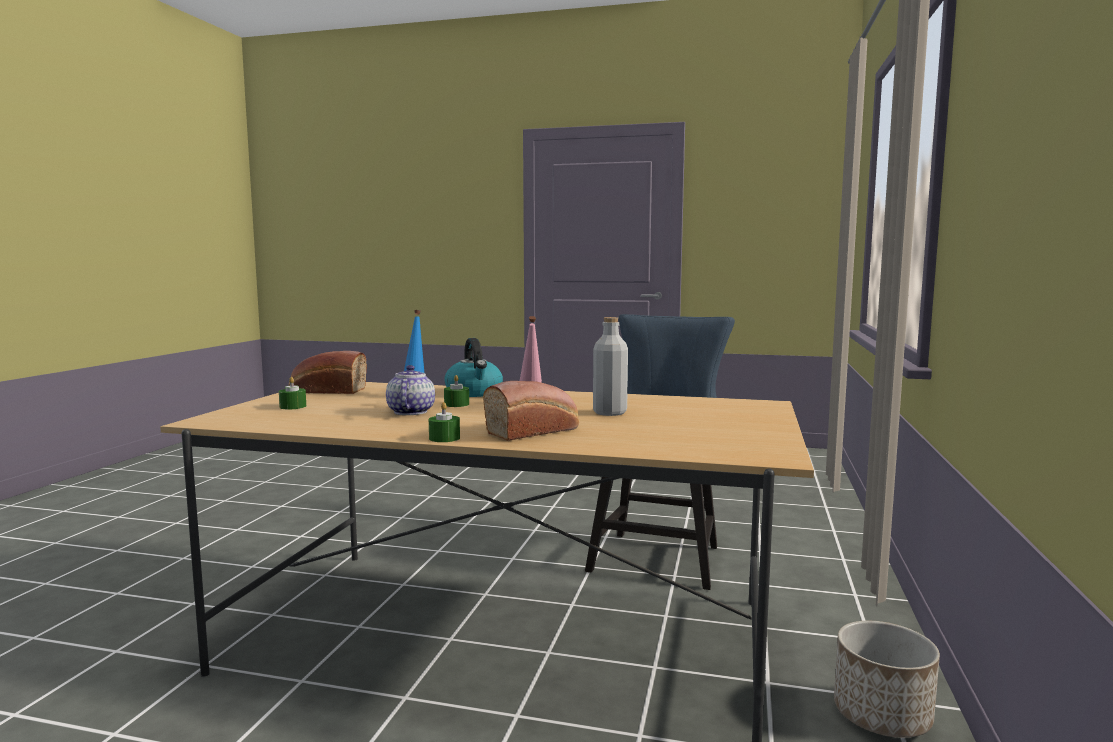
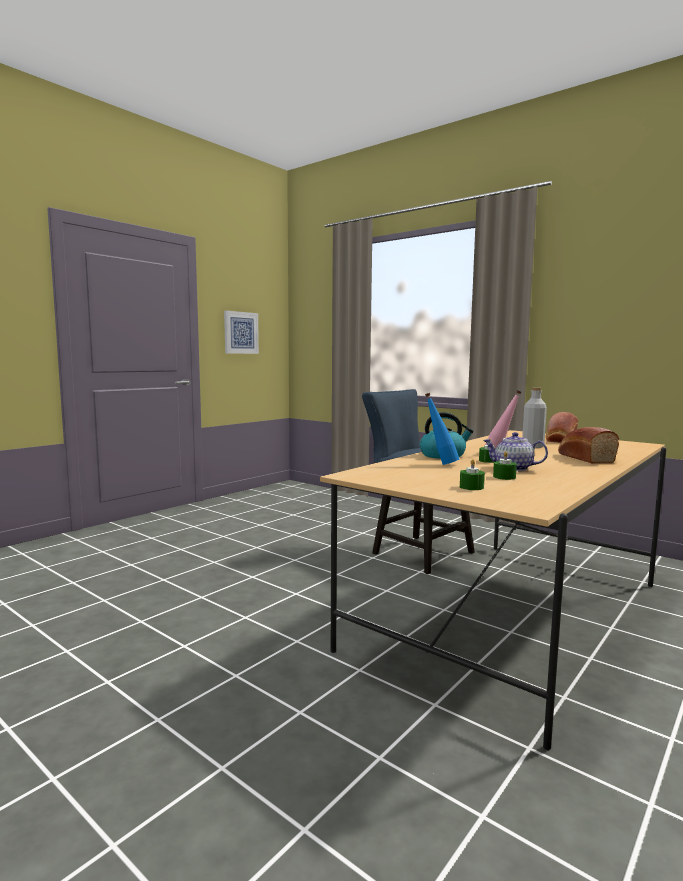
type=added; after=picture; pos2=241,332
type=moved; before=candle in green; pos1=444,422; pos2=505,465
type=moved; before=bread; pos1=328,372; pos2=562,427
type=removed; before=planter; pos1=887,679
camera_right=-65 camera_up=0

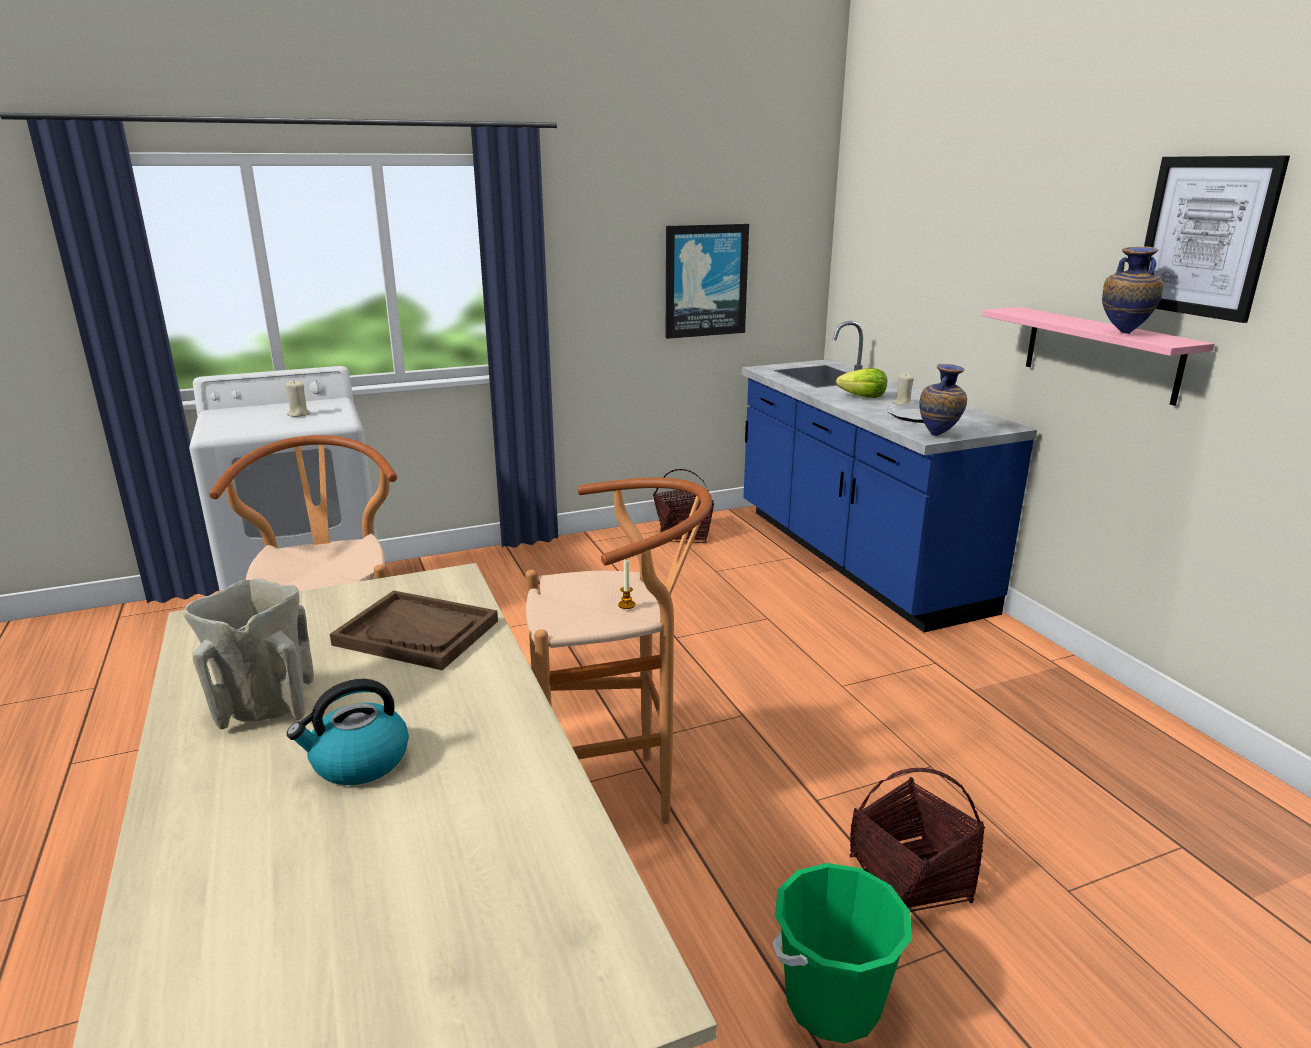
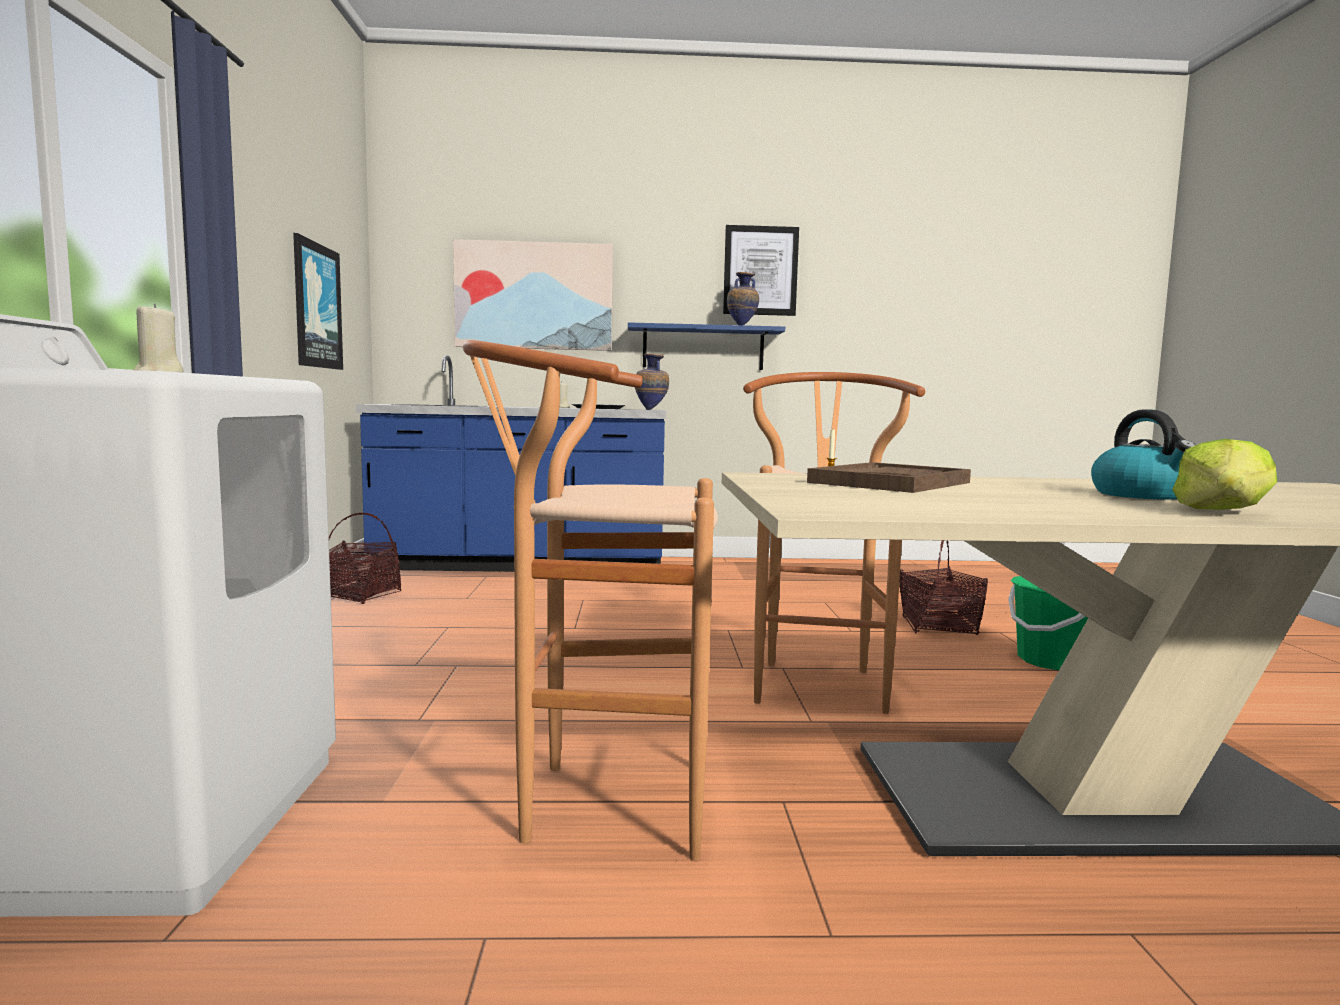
type=added; after=picture; pos2=533,295
type=recoloured; before=shelf in pink; after=shelf in blue; pos1=1098,356; pos2=706,346
type=moved; before=lettuce; pos1=861,383; pos2=1224,474
type=removed; before=vase in beige; pos1=248,654
camera_right=-70 camera_up=-15

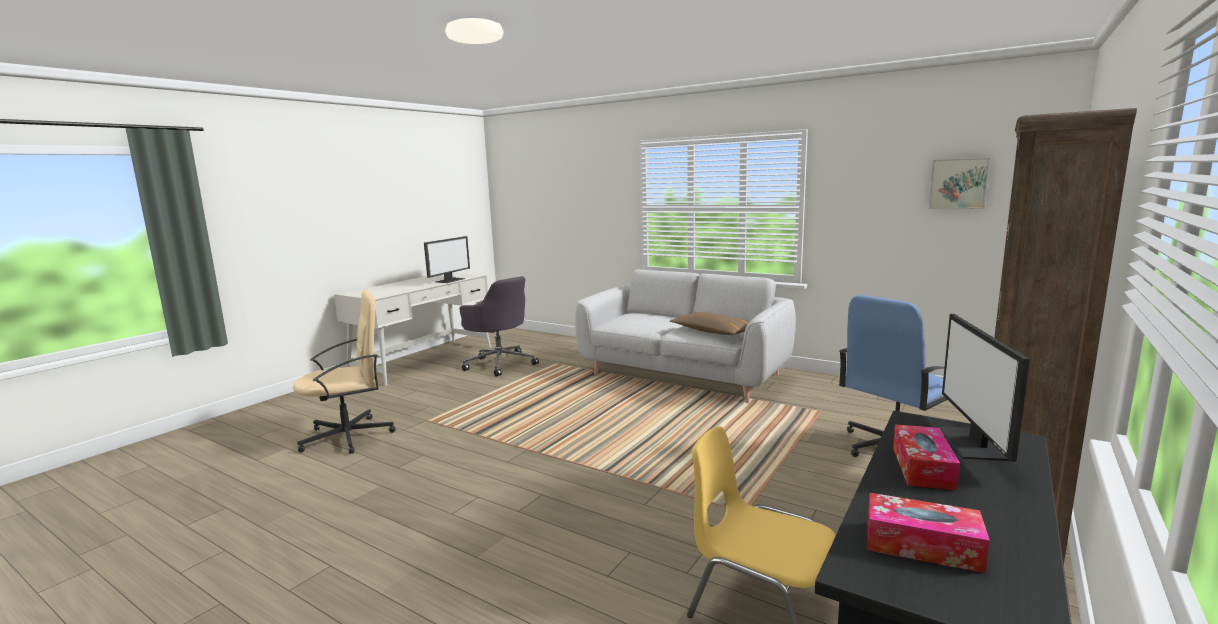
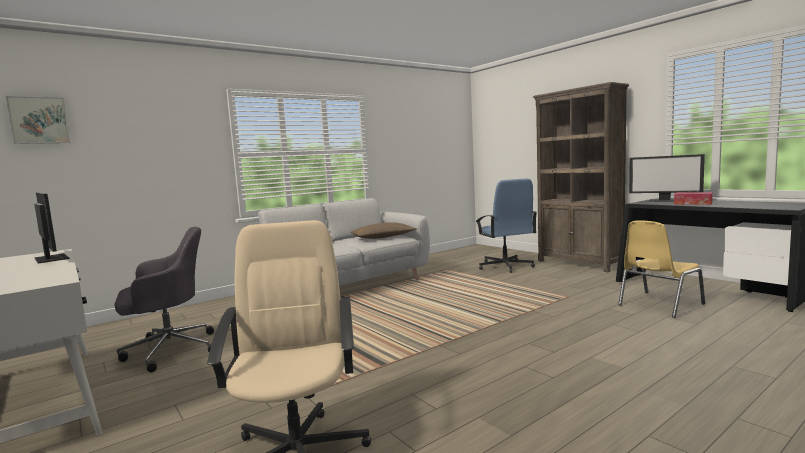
type=moved; before=picture; pos1=959,183; pos2=38,120
type=removed; before=tissue box; pos1=929,533
camera_right=-70 camera_up=-5

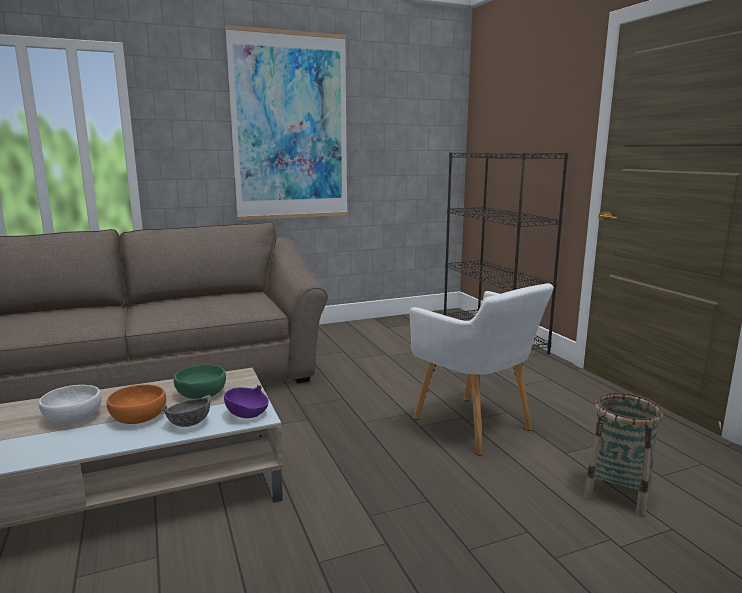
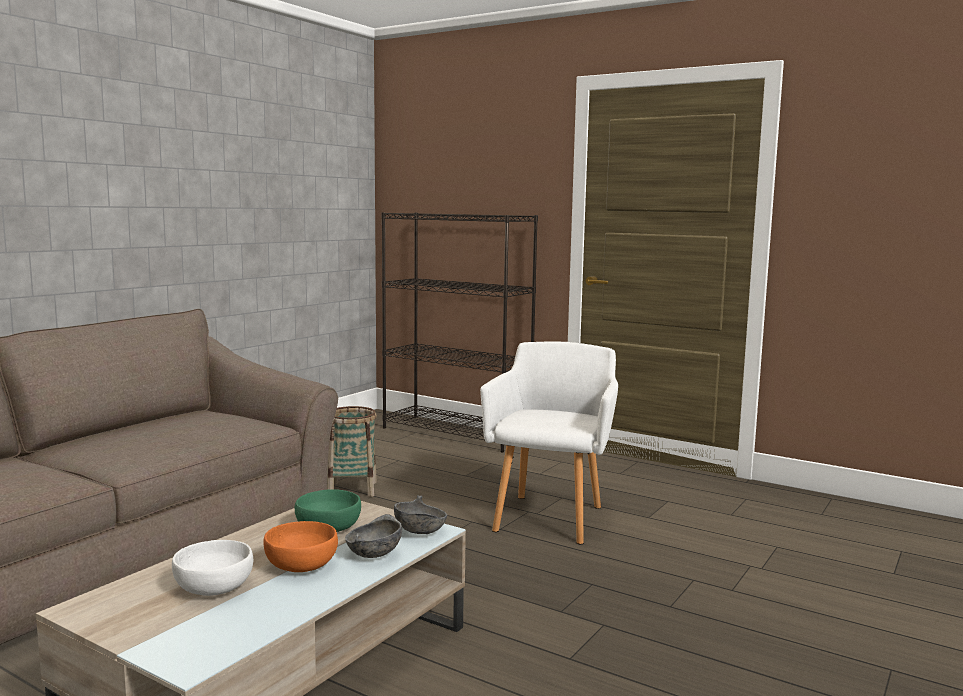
type=moved; before=basket; pos1=623,454; pos2=352,451
type=recoloured; before=bowl in purple; after=bowl in grey; pos1=246,401; pos2=420,514
type=turned; before=armchair in white; pos1=481,369; pos2=549,442; turn=-90
type=removed; before=picture; pos1=286,122
camera_right=-35 camera_up=-5

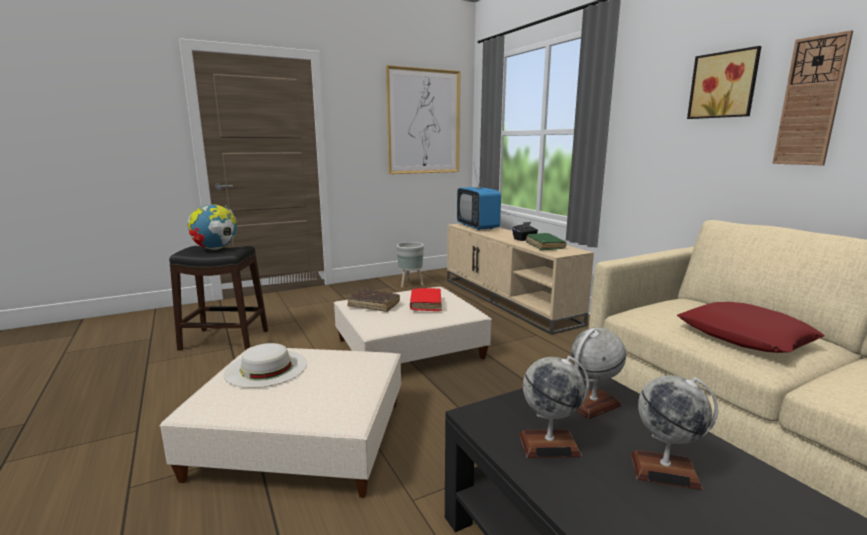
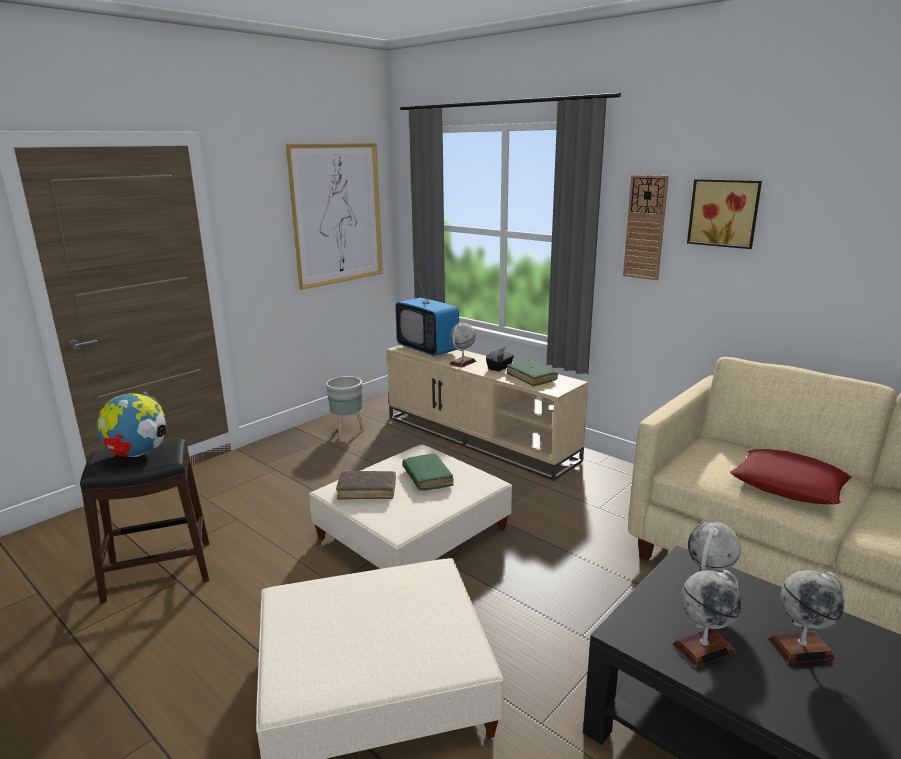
type=recoloured; before=book in red; after=book in green; pos1=426,299; pos2=428,471
type=added; after=globe; pos2=463,345
type=moved; before=wall clock; pos1=812,98; pos2=646,227
type=removed; before=hat in white; pos1=265,365
camera_right=-20 camera_up=5

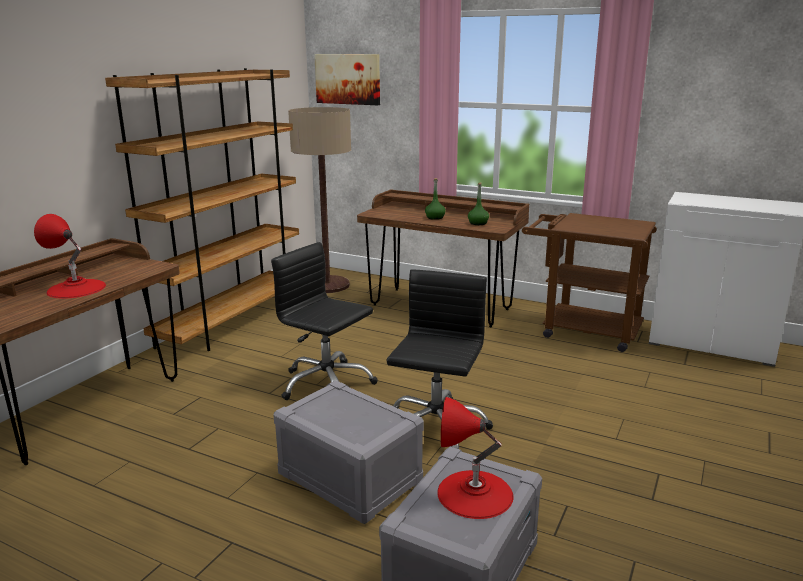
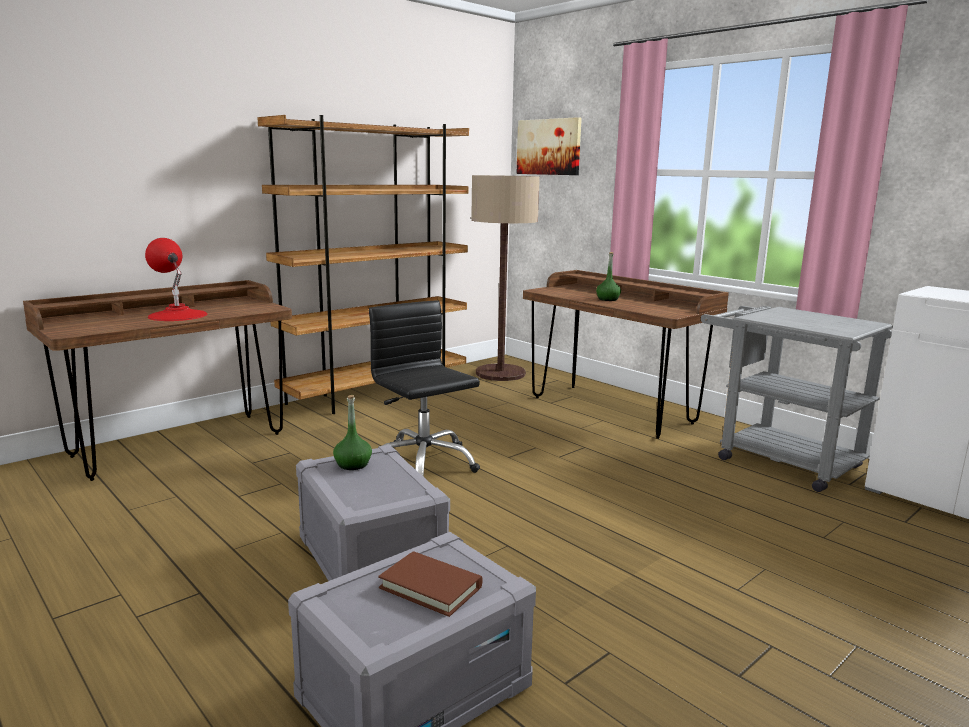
type=moved; before=bottle in green; pos1=478,204; pos2=352,432
type=replaced; before=table lamp in red; after=book in brown; pos1=475,458; pos2=430,584
type=recoloured; before=cart in brown; after=cart in grey; pos1=589,282; pos2=797,399
type=removed; before=office chair in black; pos1=440,359
camera_right=20 camera_up=-5

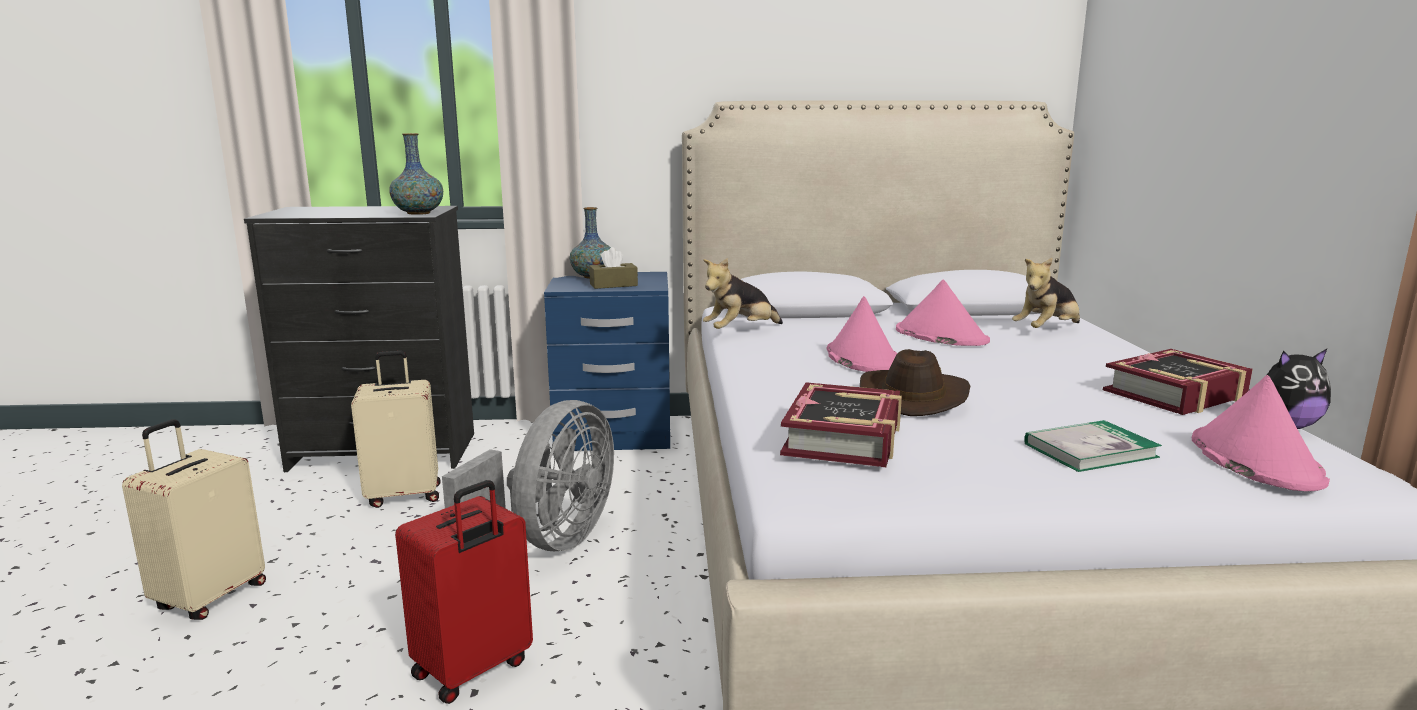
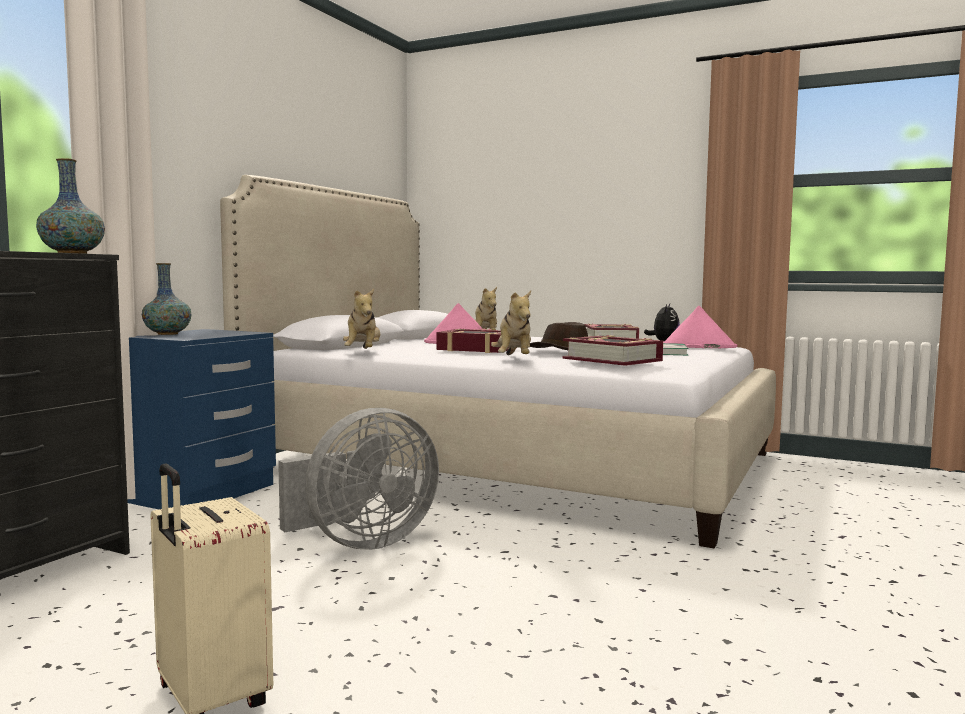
type=turned; before=fan in grey; pos1=528,475; pos2=358,479; turn=90
type=replaced; before=hat in pink; after=book; pos1=861,334; pos2=472,340
type=added; after=plush toy; pos2=511,323
type=removed; before=suitcase in beige; pos1=396,429
type=removed; before=suitcase in red; pos1=464,592
type=removed; before=tissue box in brown; pos1=613,268
camera_right=-60 camera_up=-10

